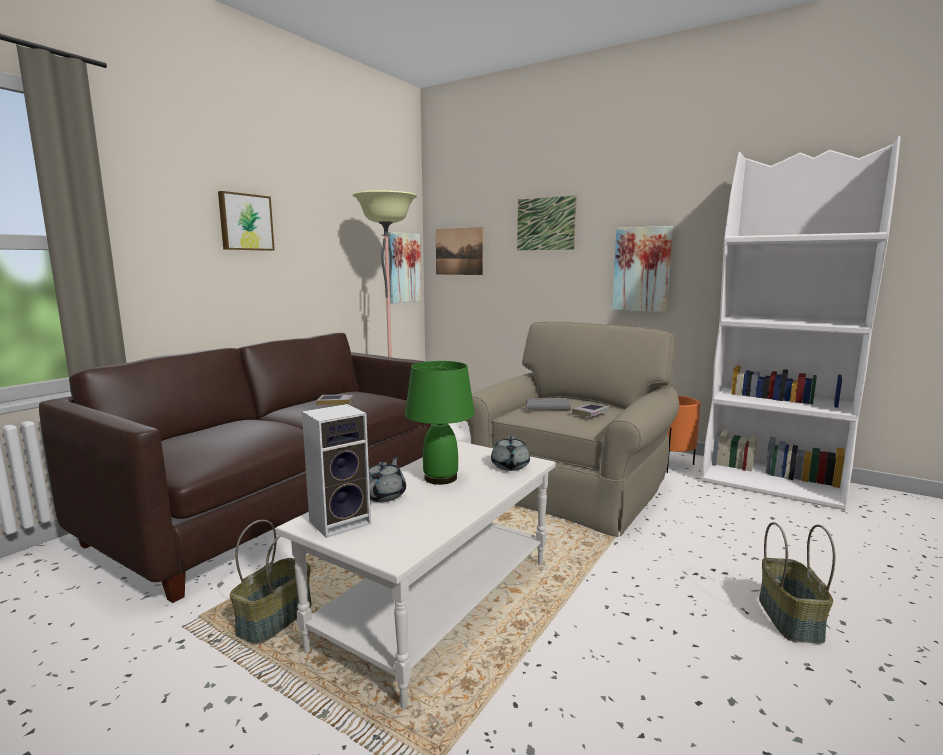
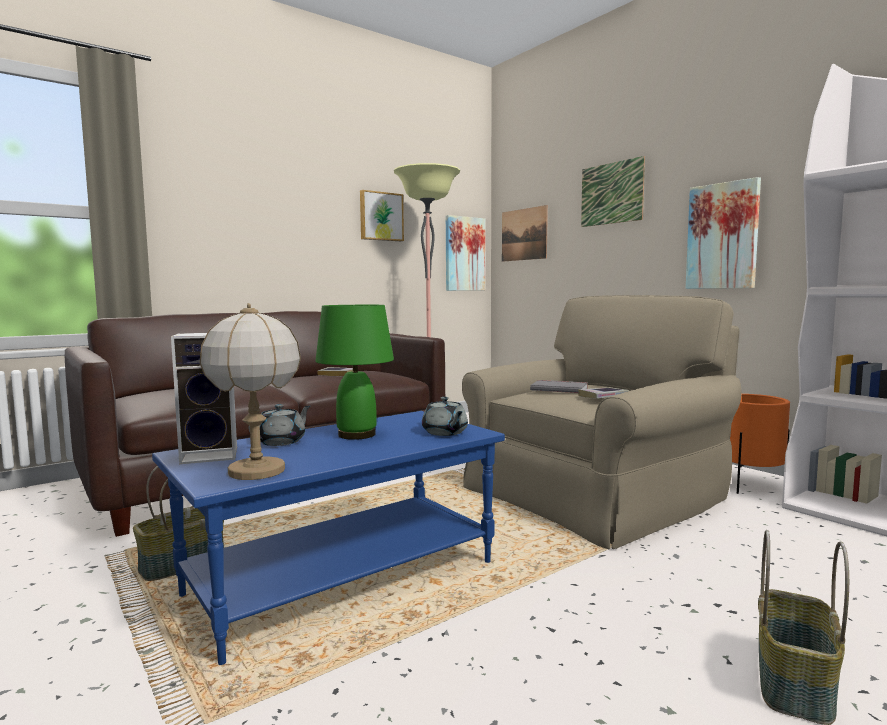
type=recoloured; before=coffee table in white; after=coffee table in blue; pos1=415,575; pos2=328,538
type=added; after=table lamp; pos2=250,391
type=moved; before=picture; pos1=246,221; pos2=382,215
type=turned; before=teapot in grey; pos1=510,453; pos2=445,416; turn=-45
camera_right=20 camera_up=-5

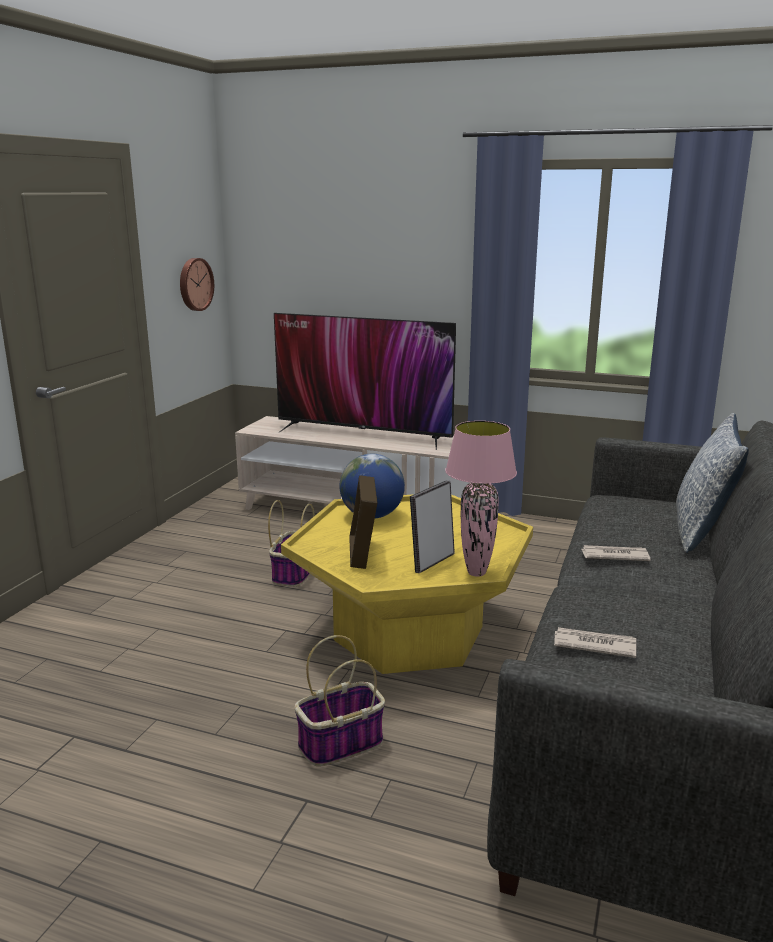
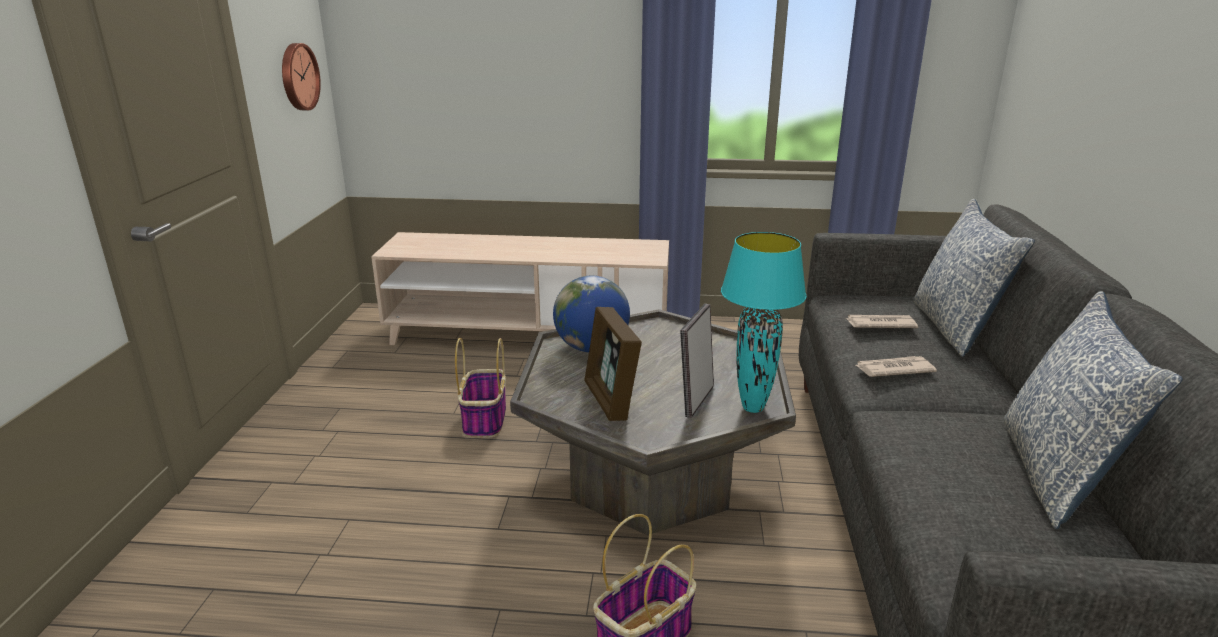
type=recoloured; before=coffee table in yellow; after=coffee table in grey; pos1=407,584; pos2=653,422
type=recoloured; before=table lamp in pink; after=table lamp in turquoise; pos1=481,499; pos2=764,322
type=moved; before=newspaper; pos1=595,642; pos2=882,321
type=added; after=pillow; pos2=1093,410
type=removed; before=television; pos1=365,381
camera_right=-15 camera_up=5

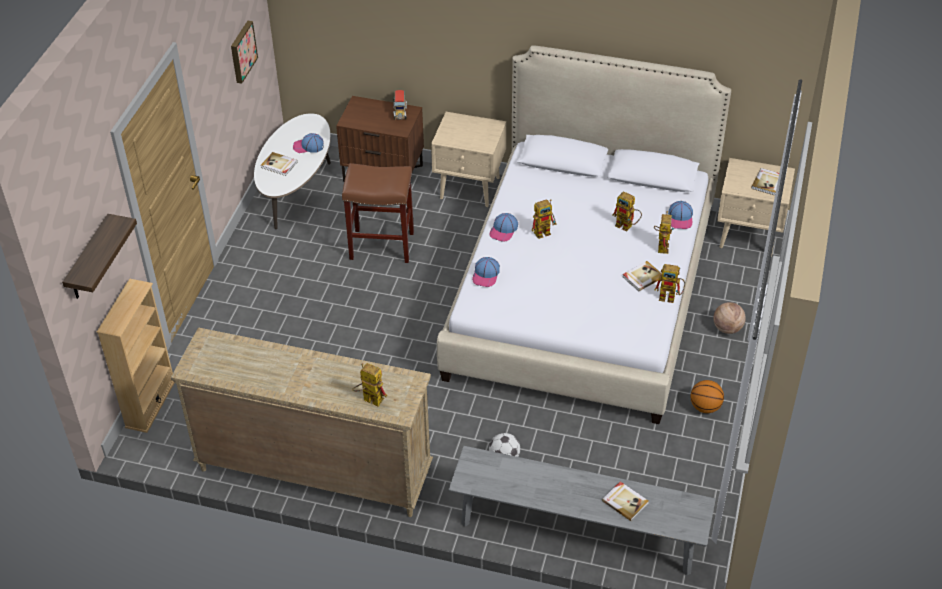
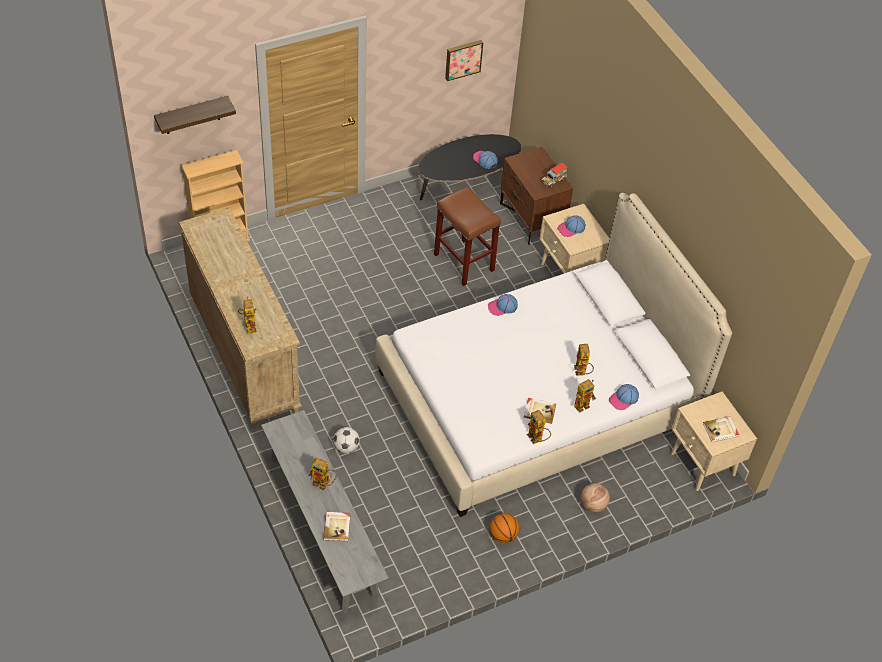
type=moved; before=toy robot; pos1=544,219; pos2=322,473
type=recoloured; before=coffee table in white; after=coffee table in black; pos1=292,171; pos2=469,167
type=moved; before=cap; pos1=486,272; pos2=571,226
type=removed; before=book; pos1=279,164
camera_right=45 camera_up=5

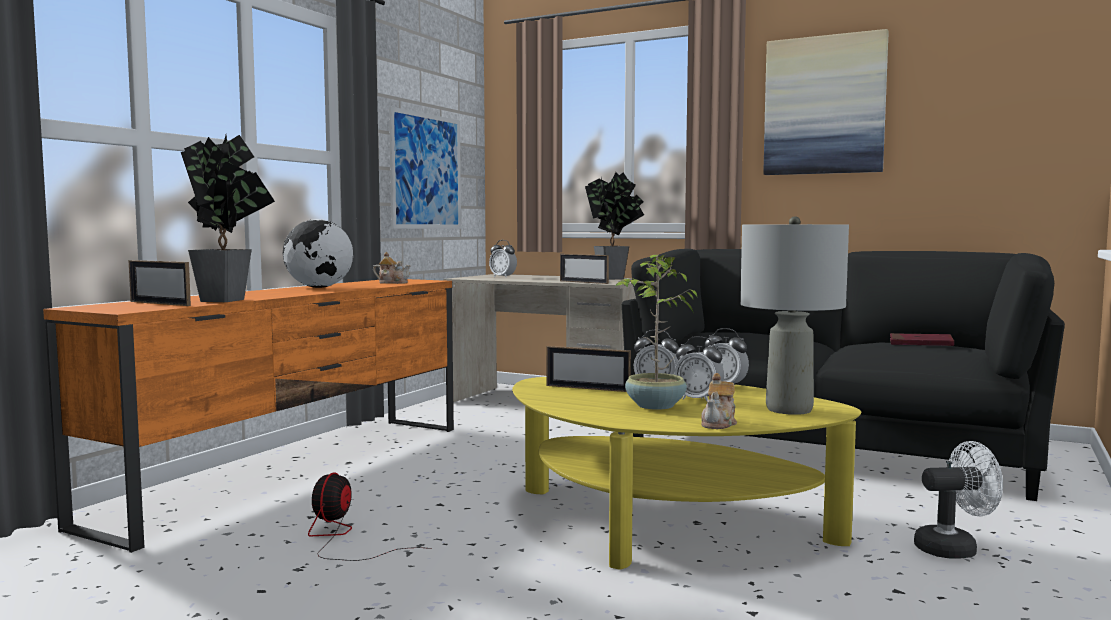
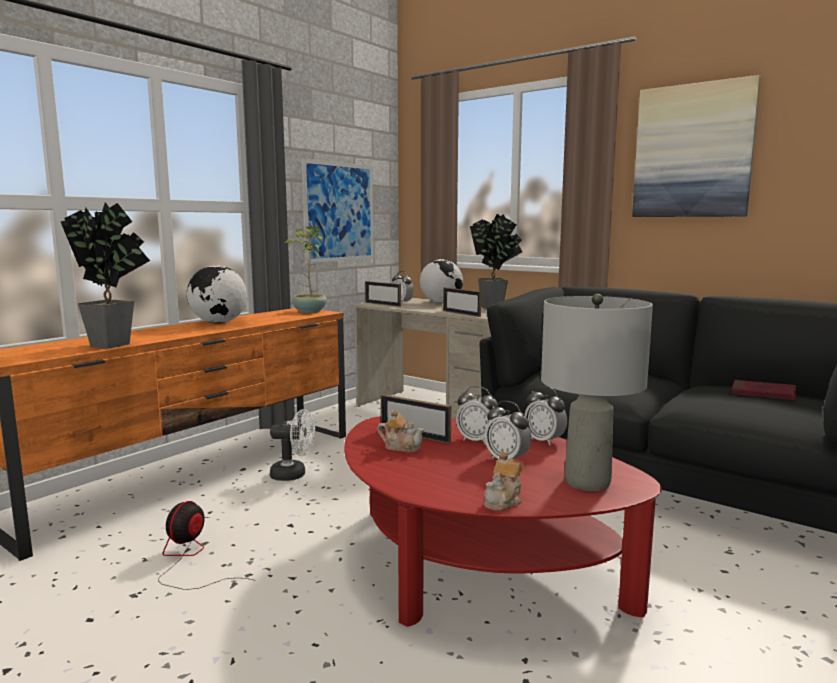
type=moved; before=fan in white; pos1=958,499; pos2=292,445
type=moved; before=potted plant; pos1=656,332; pos2=305,269
type=recoloured; before=coffee table in yellow; after=coffee table in red; pos1=687,473; pos2=503,521
type=moved; before=picture frame; pos1=160,283; pos2=383,294
type=moved; before=teapot; pos1=392,268; pos2=400,431
type=added; after=globe; pos2=441,281
camera_right=10 camera_up=5

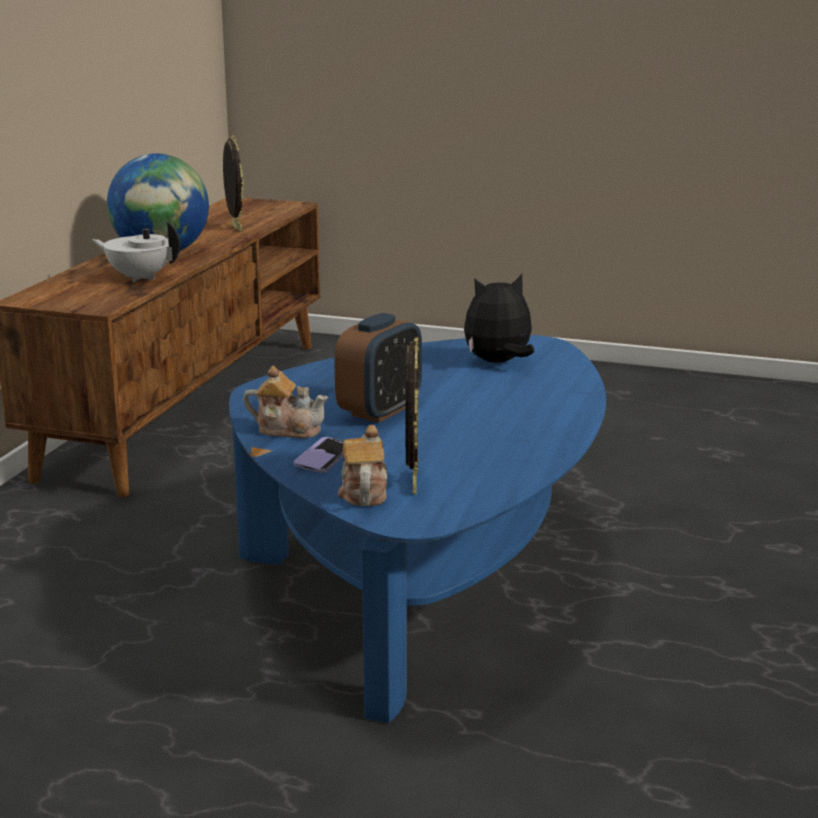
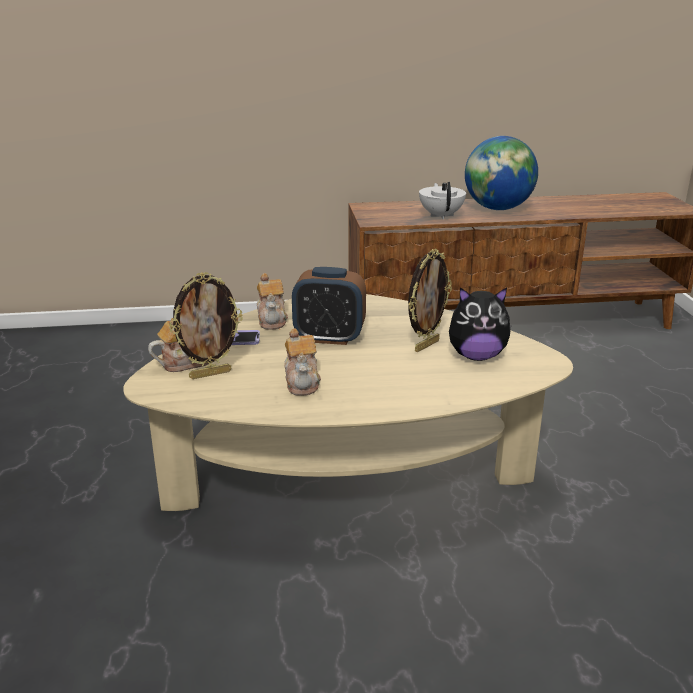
type=recoloured; before=coffee table in blue; after=coffee table in beige; pos1=417,529; pos2=348,402
type=added; after=teapot; pos2=302,362
type=moved; before=picture frame; pos1=233,183; pos2=430,300
type=turned; before=plush toy; pos1=499,318; pos2=480,324; turn=135
camera_right=65 camera_up=5

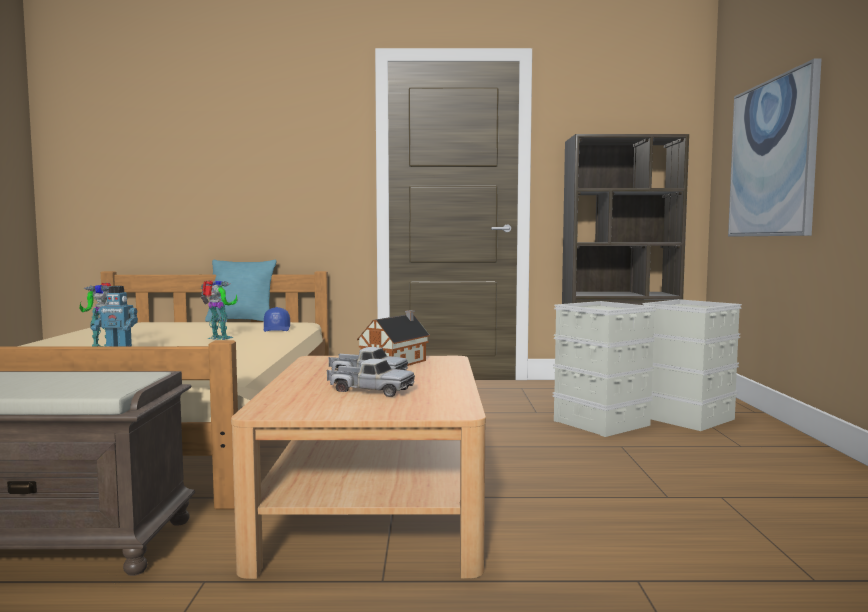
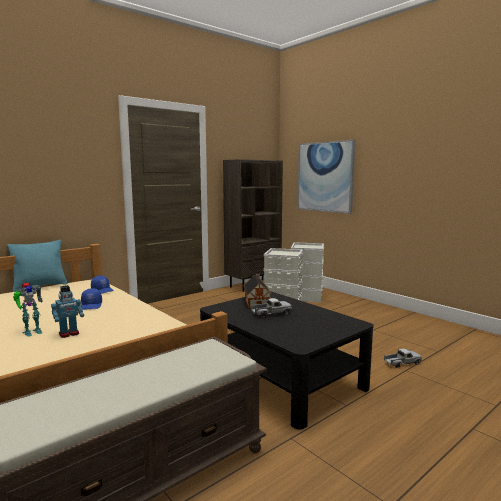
type=replaced; before=toy robot; after=cap in blue; pos1=218,310; pos2=91,299
type=recoloured; before=coffee table in beige; after=coffee table in black; pos1=358,467; pos2=287,360
type=moved; before=toy truck; pos1=371,378; pos2=403,358
camera_right=-40 camera_up=5

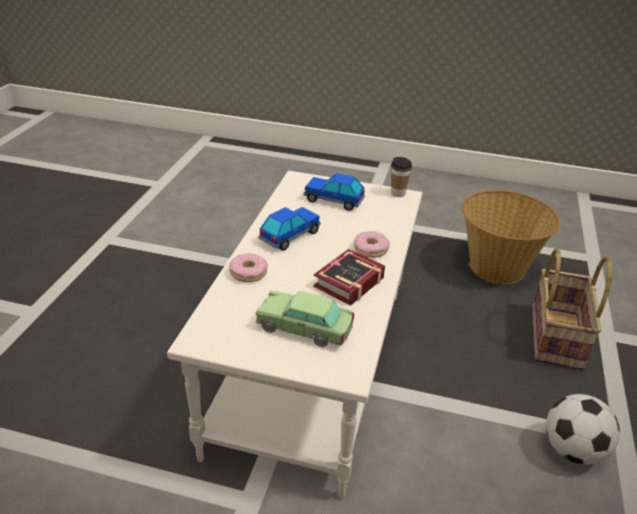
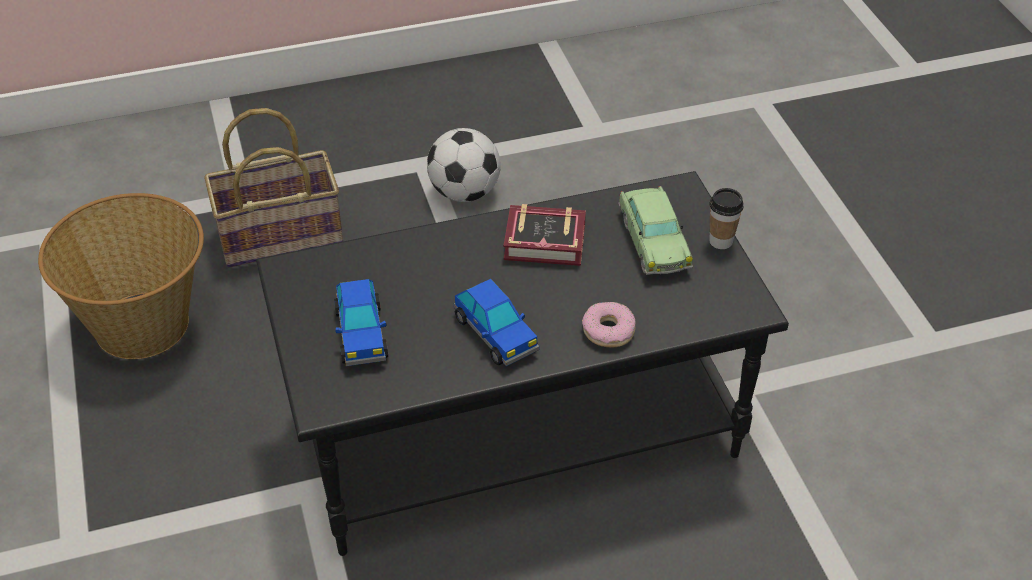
type=recoloured; before=coffee table in white; after=coffee table in black; pos1=294,334; pos2=522,363
type=turned; before=toy car; pos1=290,229; pos2=496,322; turn=-135
type=moved; before=cup; pos1=401,177; pos2=726,218
type=removed; before=donut; pos1=372,244
camera_right=-120 camera_up=10

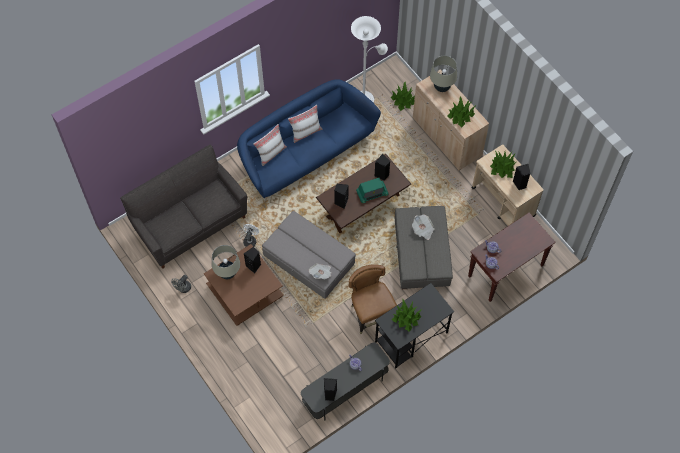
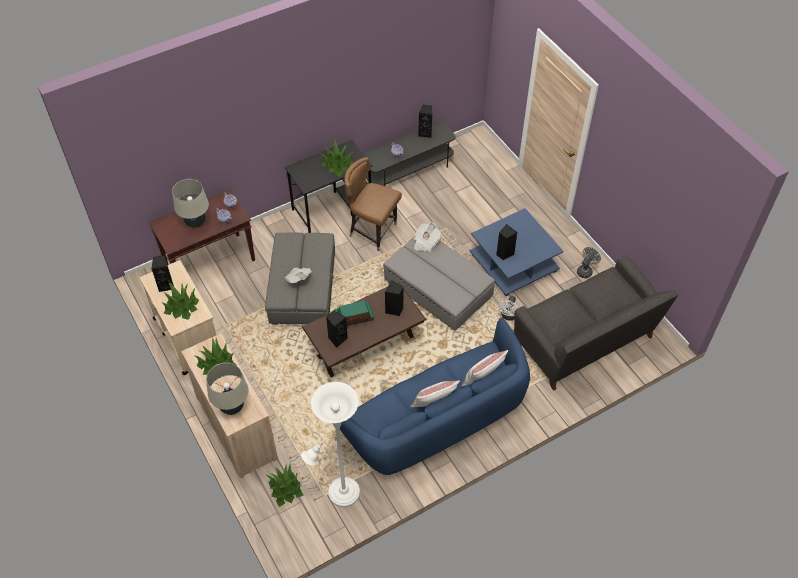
type=moved; before=table lamp in beige; pos1=226,262; pos2=190,203
type=turned; before=chair in brown; pos1=373,299; pos2=373,204; turn=135
type=recoloured; before=coffee table in brown; after=coffee table in blue; pos1=244,285; pos2=516,252
camera_right=-175 camera_up=-10

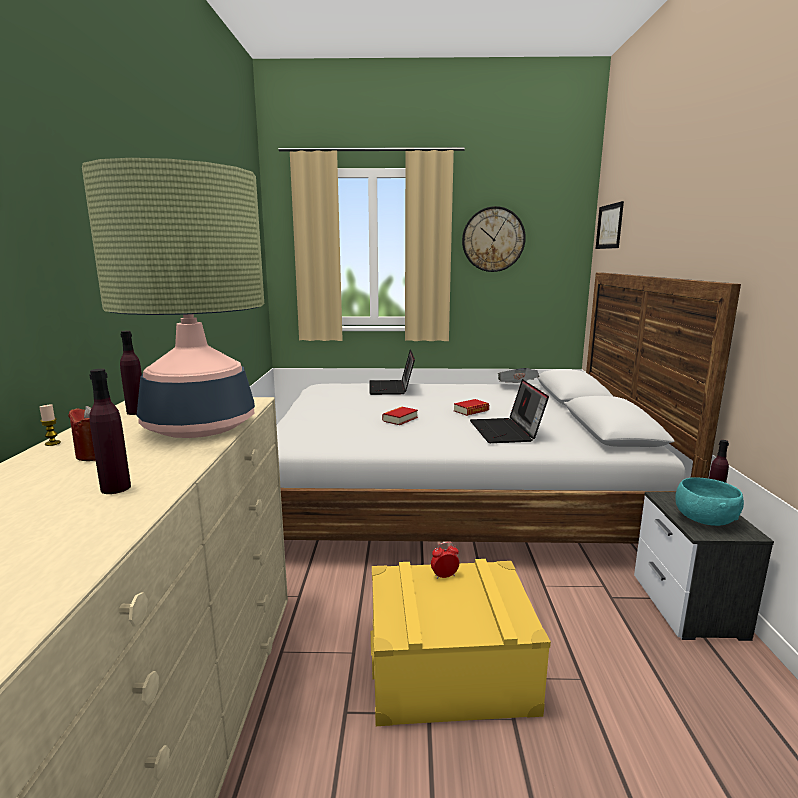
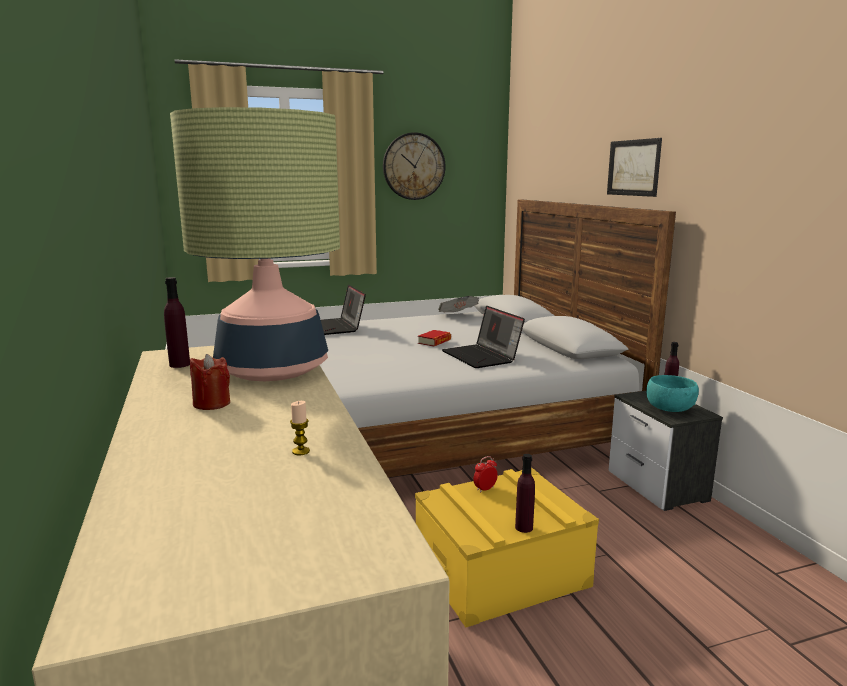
type=moved; before=candle; pos1=50,425; pos2=300,428
type=moved; before=bottle in purple; pos1=110,431; pos2=525,493
type=moved; before=picture; pos1=609,225; pos2=634,167
type=removed; before=book; pos1=400,416
camera_right=-20 camera_up=0

